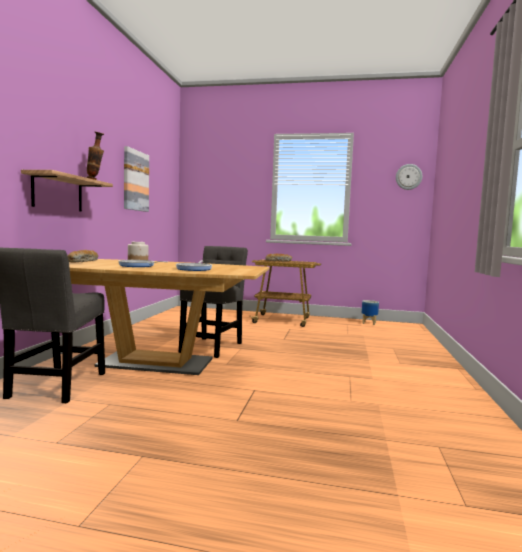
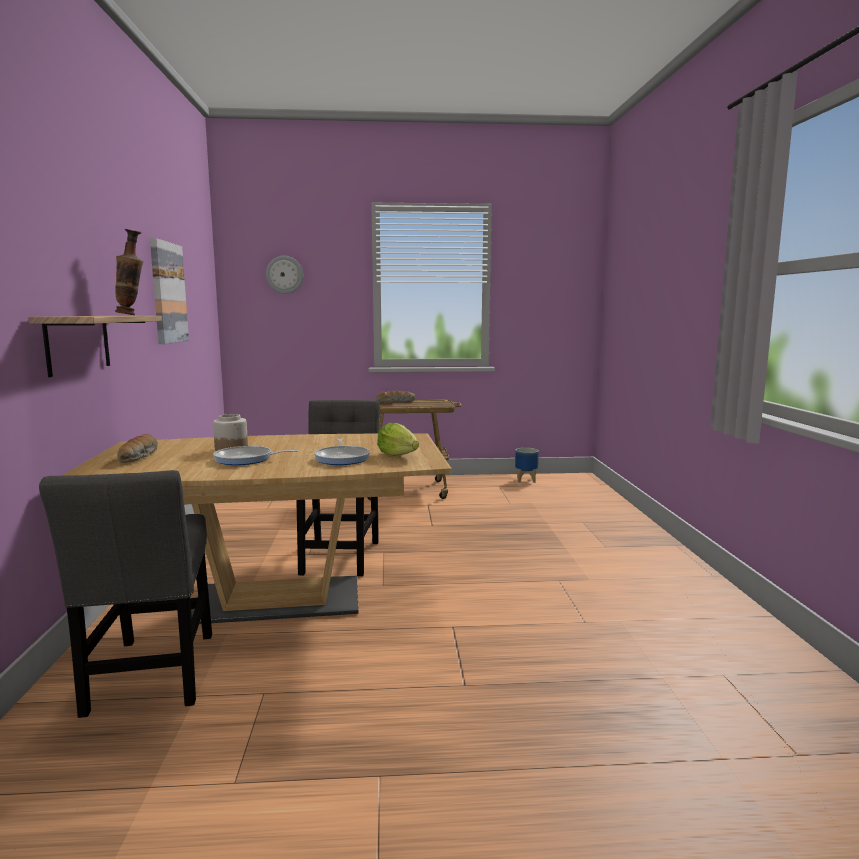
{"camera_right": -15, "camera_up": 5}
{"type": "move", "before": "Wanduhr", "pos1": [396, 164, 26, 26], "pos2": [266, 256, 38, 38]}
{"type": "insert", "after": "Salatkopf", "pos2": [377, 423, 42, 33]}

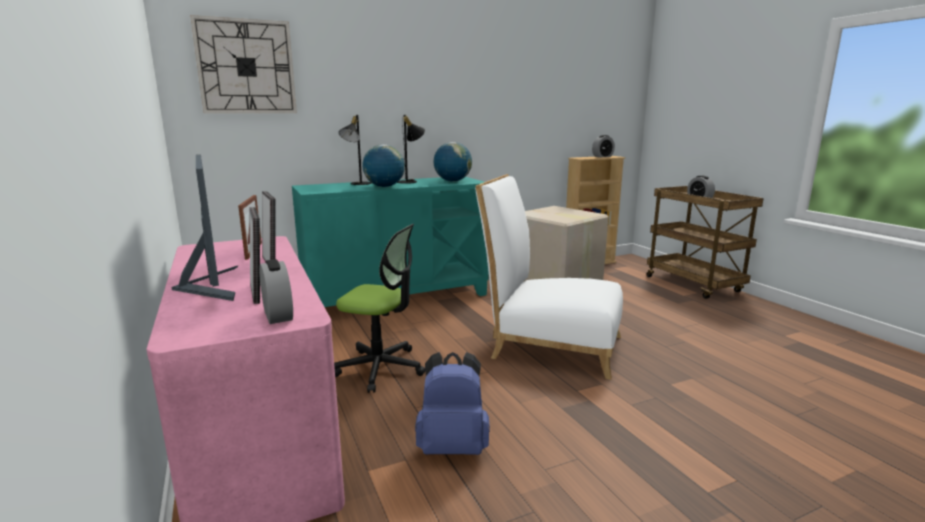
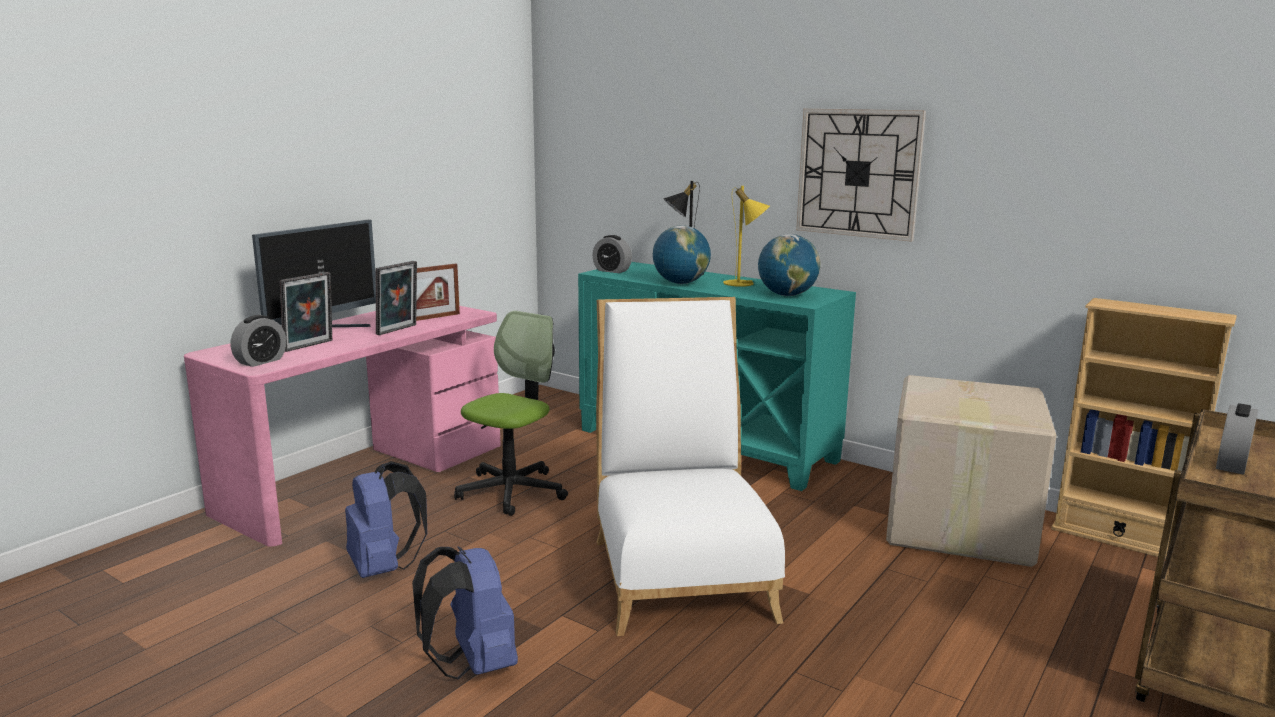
{"camera_right": 60, "camera_up": 0}
{"type": "move", "before": "Wanduhr", "pos1": [190, 15, 107, 98], "pos2": [796, 109, 130, 133]}
{"type": "recolor", "before": "Tischlampe (schwarz)", "after": "Tischlampe (gelb)", "pos1": [397, 115, 28, 69], "pos2": [723, 186, 47, 101]}
{"type": "move", "before": "Wecker", "pos1": [592, 135, 23, 22], "pos2": [593, 235, 39, 38]}
{"type": "rotate", "before": "Bürostuhl", "pos1": [334, 224, 91, 169], "pos2": [454, 310, 114, 206], "turn": -135}
{"type": "insert", "after": "Rucksack (blau)", "pos2": [412, 546, 106, 133]}

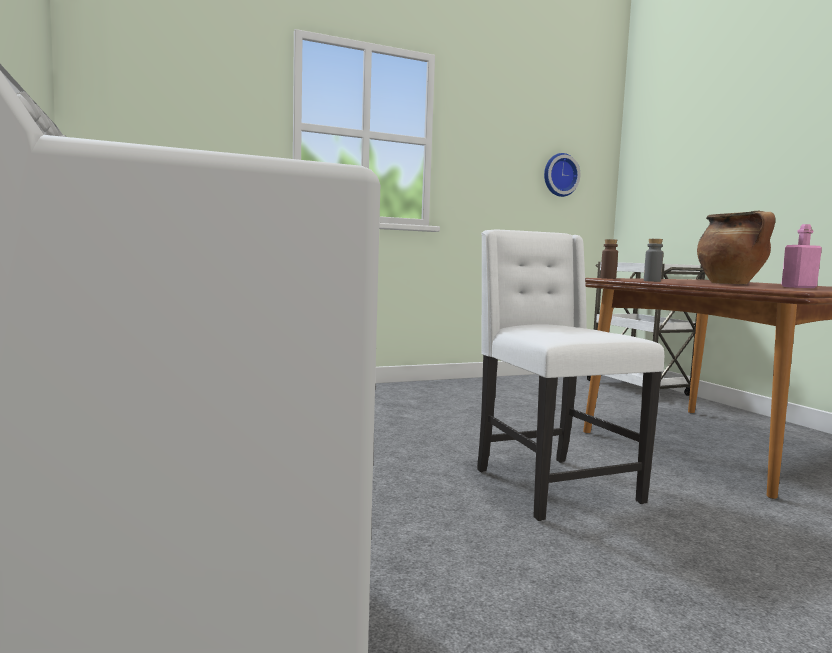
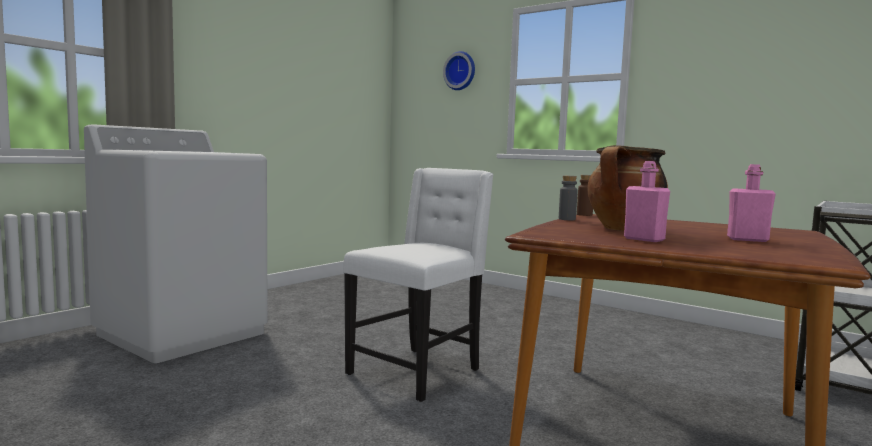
{"camera_right": 60, "camera_up": 0}
{"type": "move", "before": "Wanduhr", "pos1": [544, 153, 36, 44], "pos2": [443, 51, 32, 39]}
{"type": "insert", "after": "Flasche (rosa)", "pos2": [727, 164, 49, 78]}

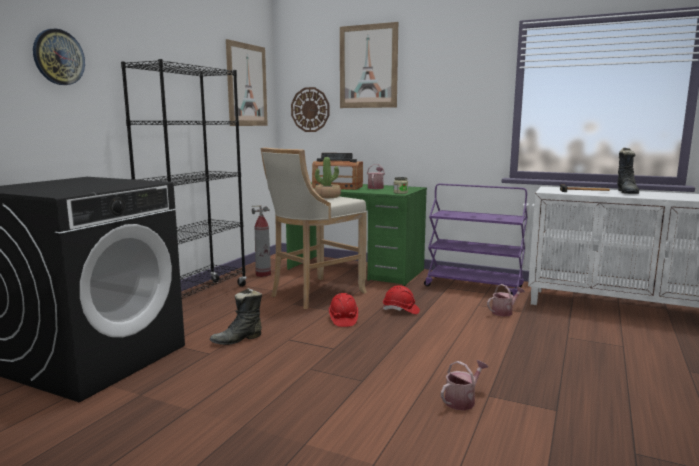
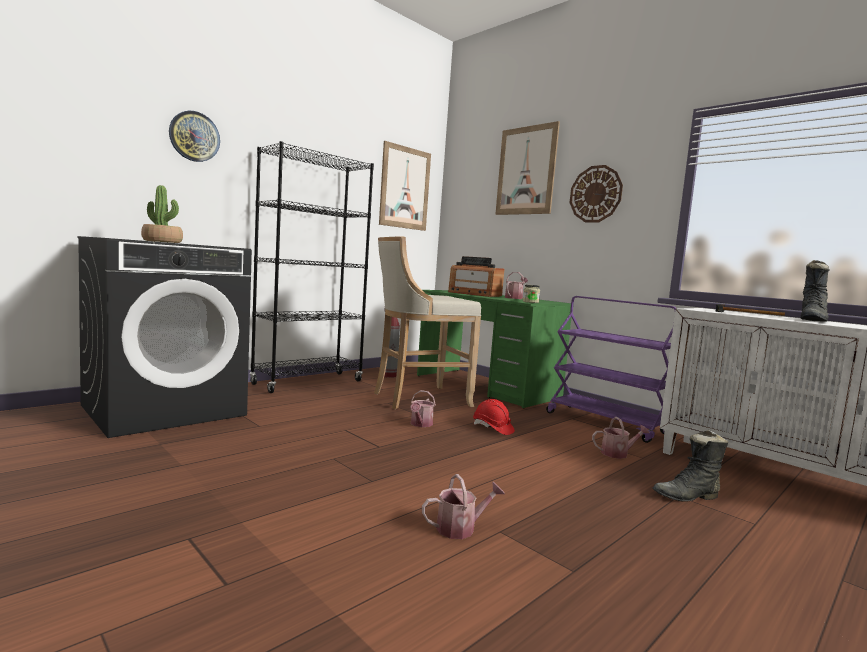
{"camera_right": 20, "camera_up": -5}
{"type": "move", "before": "Wanduhr", "pos1": [291, 87, 38, 45], "pos2": [570, 165, 53, 57]}
{"type": "move", "before": "Topfpflanze", "pos1": [315, 157, 26, 41], "pos2": [141, 185, 42, 58]}
{"type": "move", "before": "Stiefel (schwarz)", "pos1": [210, 288, 52, 57], "pos2": [652, 430, 76, 72]}
{"type": "replace", "before": "Schutzhelm (rot)", "after": "Gießkanne", "pos1": [328, 293, 30, 34], "pos2": [410, 390, 26, 37]}

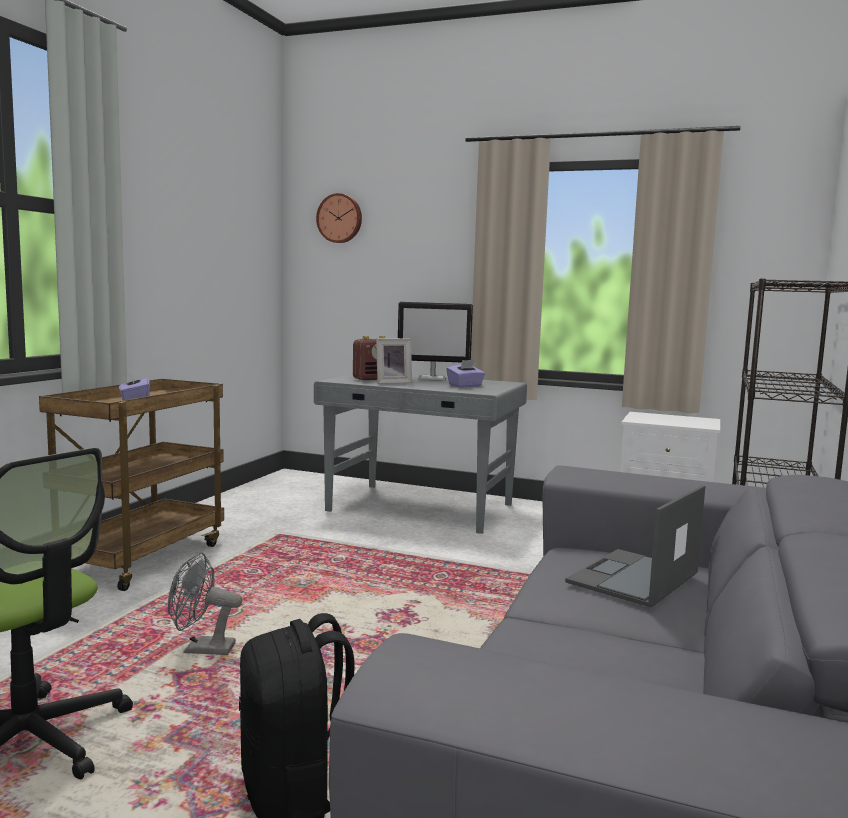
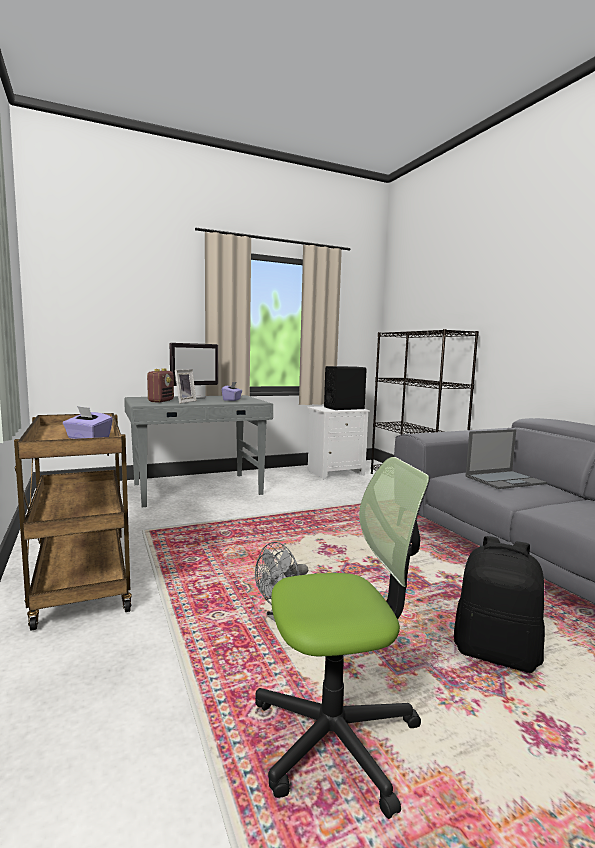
{"camera_right": -45, "camera_up": 0}
{"type": "delete", "before": "Wanduhr", "pos1": [316, 193, 46, 50]}
{"type": "rotate", "before": "Laptop", "pos1": [565, 485, 140, 123], "pos2": [465, 429, 82, 60], "turn": -105}
{"type": "insert", "after": "Lautsprecher (schwarz)", "pos2": [324, 366, 43, 44]}

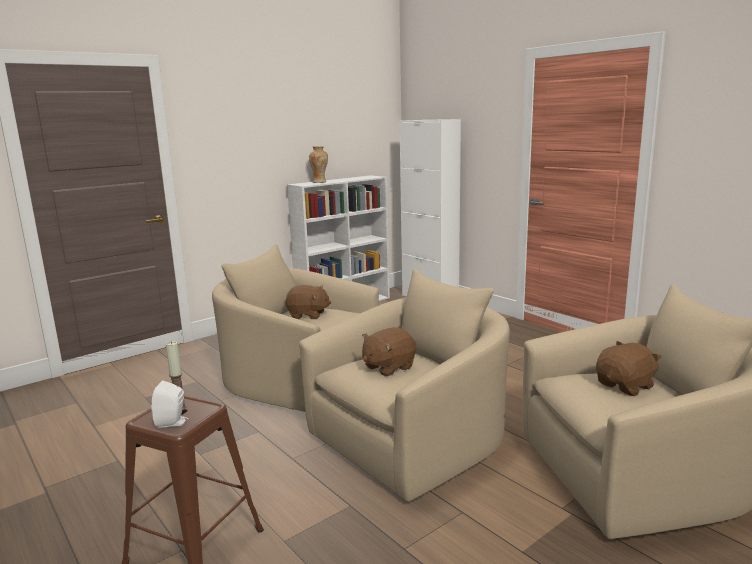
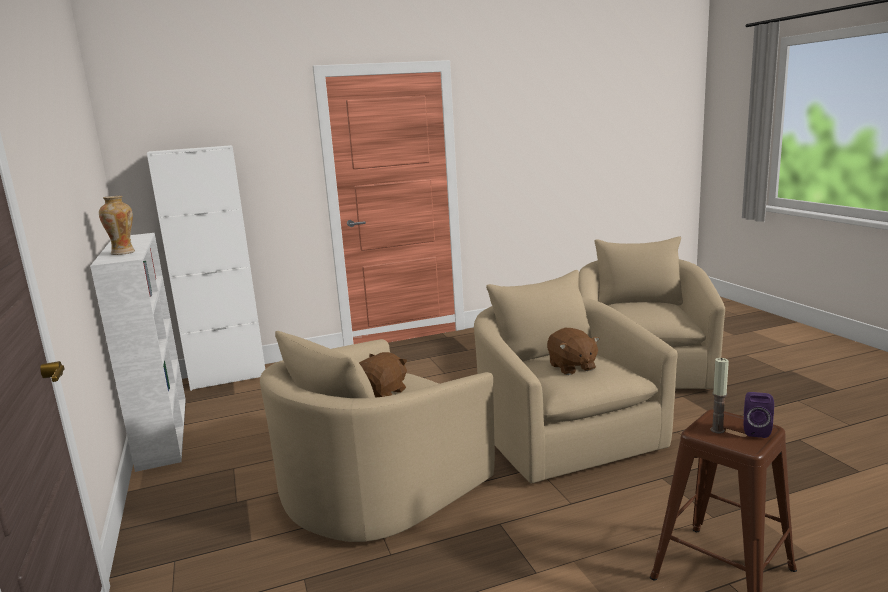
{"camera_right": -70, "camera_up": 0}
{"type": "delete", "before": "Plüschtier (braun)", "pos1": [596, 341, 66, 55]}
{"type": "recolor", "before": "Lautsprecher (weiß)", "after": "Lautsprecher (lila)", "pos1": [151, 380, 37, 48], "pos2": [744, 392, 30, 46]}

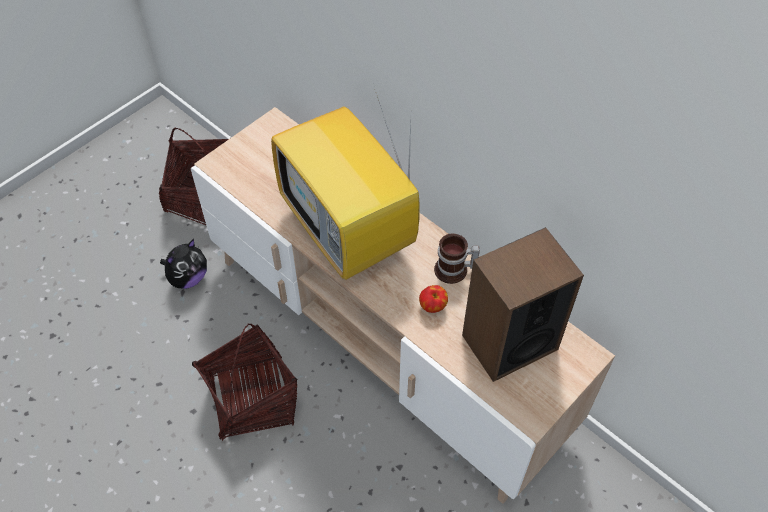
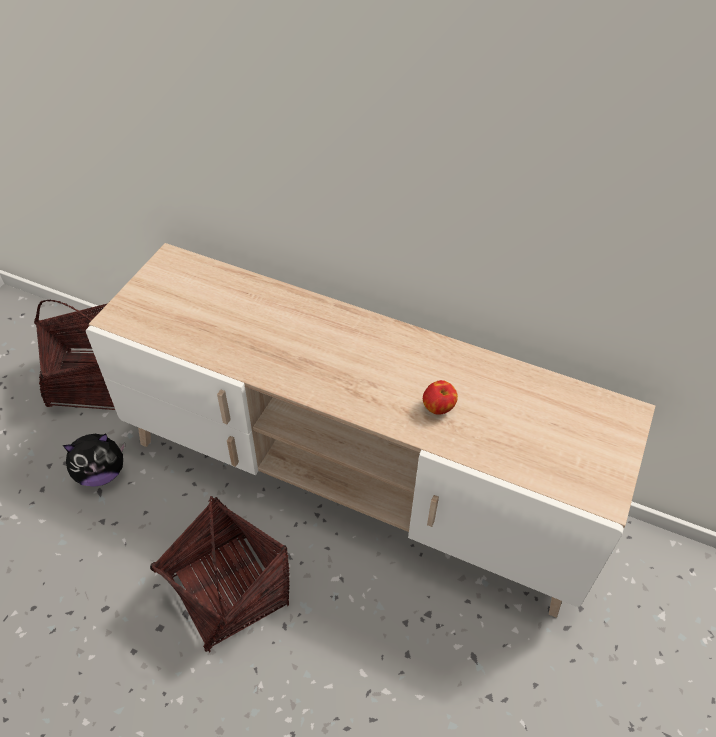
{"camera_right": -20, "camera_up": -5}
{"type": "delete", "before": "Fernseher", "pos1": [271, 93, 149, 187]}
{"type": "delete", "before": "Lautsprecher", "pos1": [462, 227, 122, 155]}
{"type": "delete", "before": "Henkelbecher", "pos1": [434, 233, 46, 51]}
{"type": "rotate", "before": "Plüschtier", "pos1": [160, 239, 47, 50], "pos2": [63, 434, 62, 53], "turn": 45}

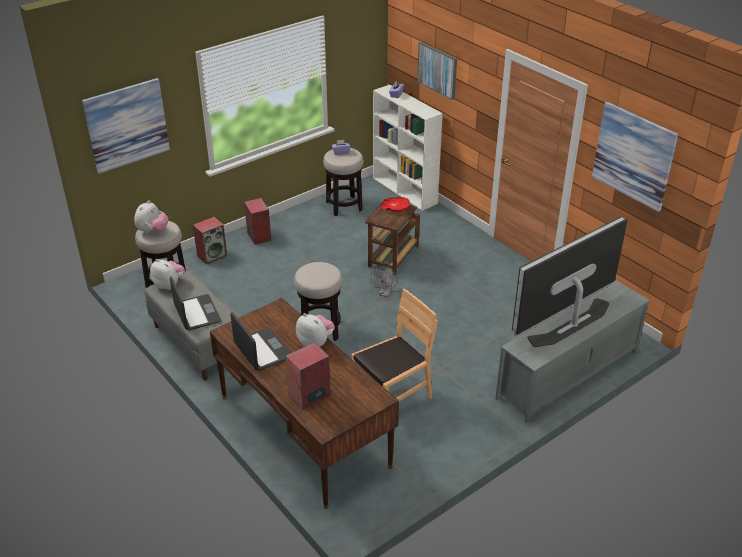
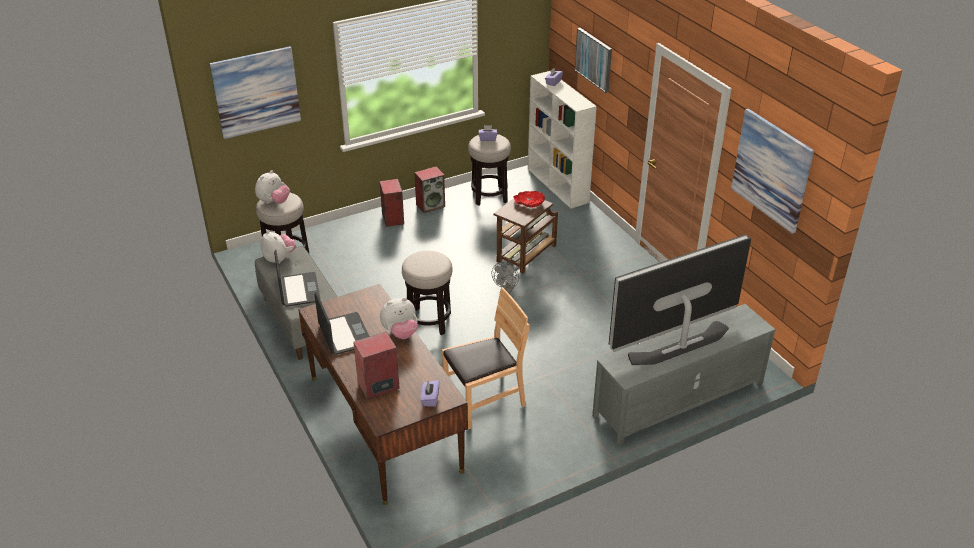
{"camera_right": 10, "camera_up": 0}
{"type": "move", "before": "Lautsprecher", "pos1": [193, 217, 34, 48], "pos2": [414, 167, 31, 46]}
{"type": "rotate", "before": "Plüschtier", "pos1": [296, 313, 39, 34], "pos2": [380, 298, 38, 41], "turn": 105}
{"type": "insert", "after": "Taschentuchbox (lila)", "pos2": [420, 380, 19, 27]}

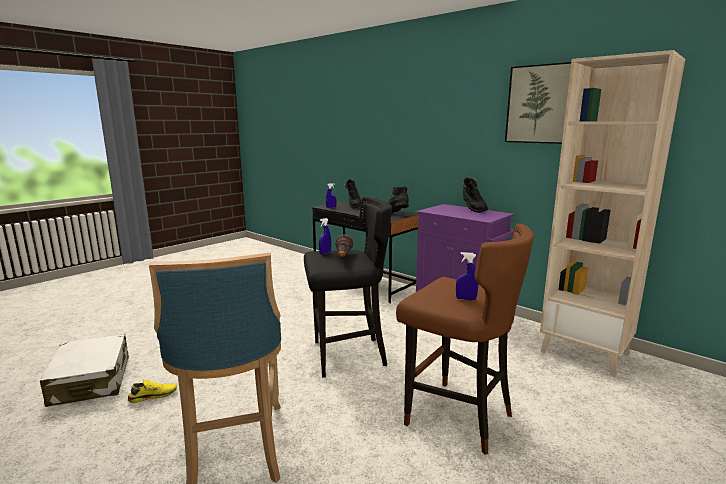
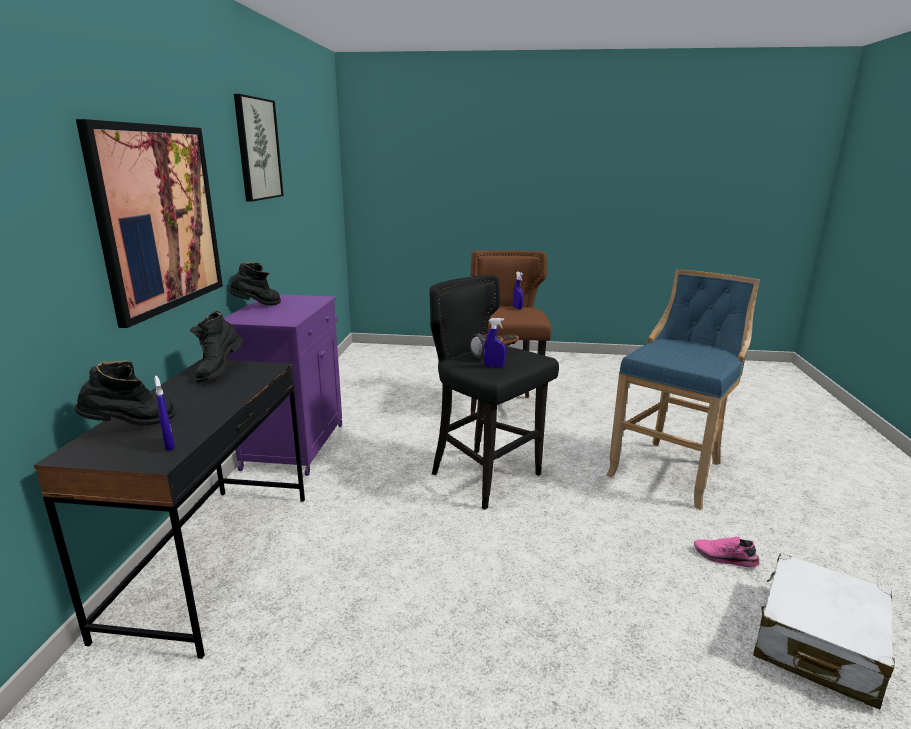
{"camera_right": -125, "camera_up": 5}
{"type": "delete", "before": "Bücherregal (beige)", "pos1": [540, 50, 145, 327]}
{"type": "recolor", "before": "Schuh (gelb)", "after": "Schuh (rosa)", "pos1": [127, 380, 50, 23], "pos2": [694, 537, 66, 31]}
{"type": "insert", "after": "Bild", "pos2": [76, 119, 147, 209]}

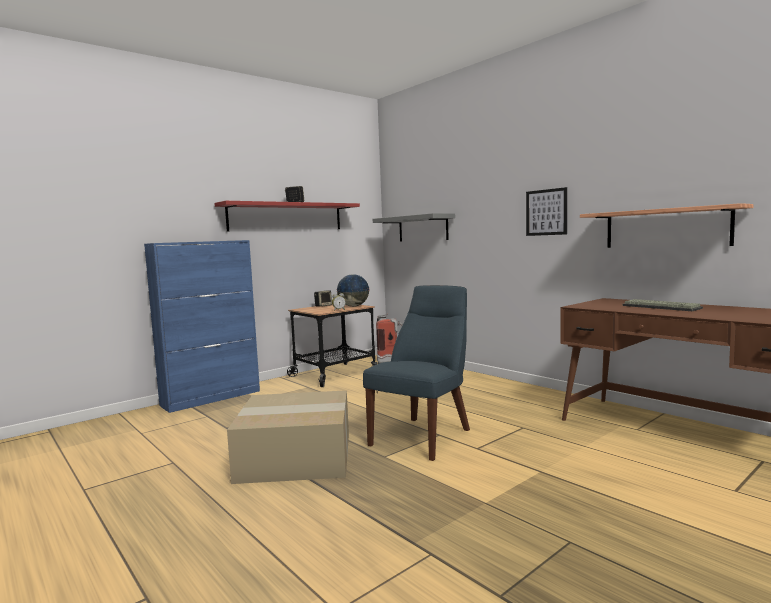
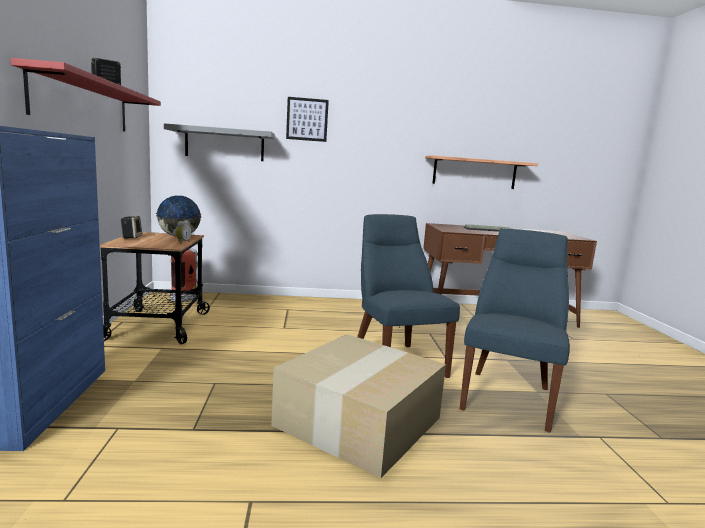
{"camera_right": -55, "camera_up": 5}
{"type": "move", "before": "Bild", "pos1": [526, 187, 41, 49], "pos2": [286, 97, 43, 45]}
{"type": "insert", "after": "Stuhl (blau)", "pos2": [460, 229, 110, 203]}

